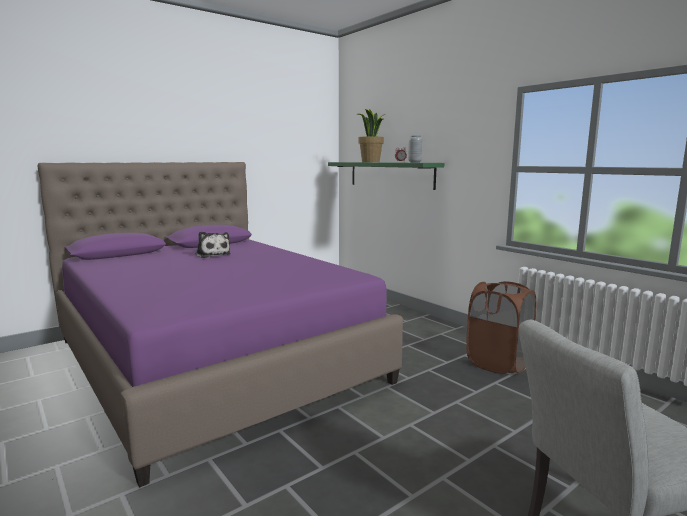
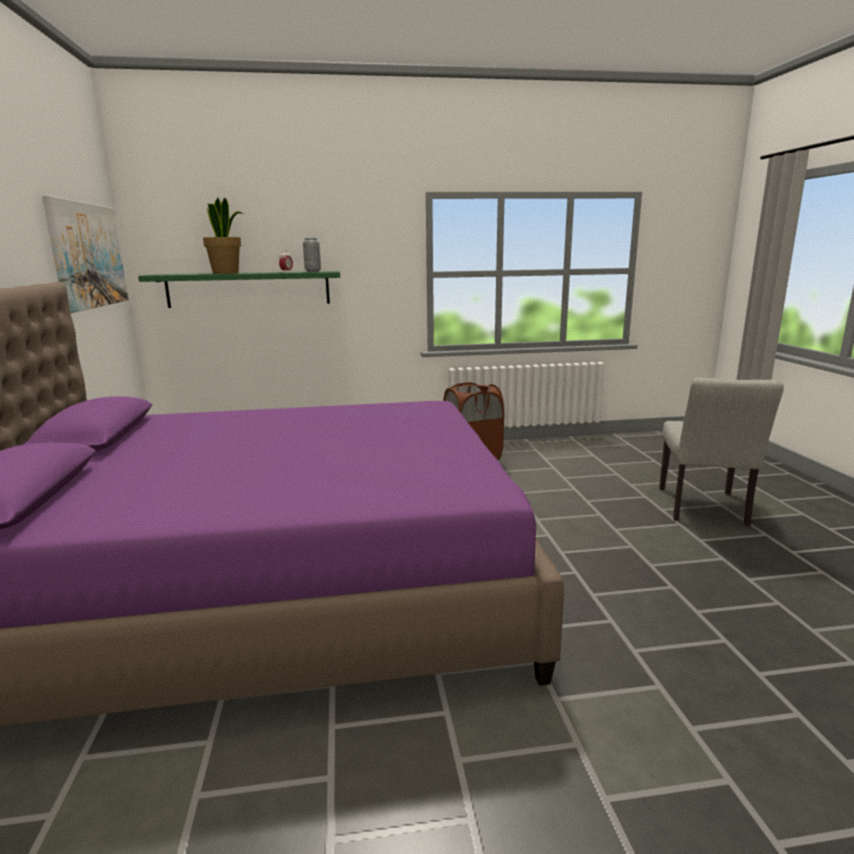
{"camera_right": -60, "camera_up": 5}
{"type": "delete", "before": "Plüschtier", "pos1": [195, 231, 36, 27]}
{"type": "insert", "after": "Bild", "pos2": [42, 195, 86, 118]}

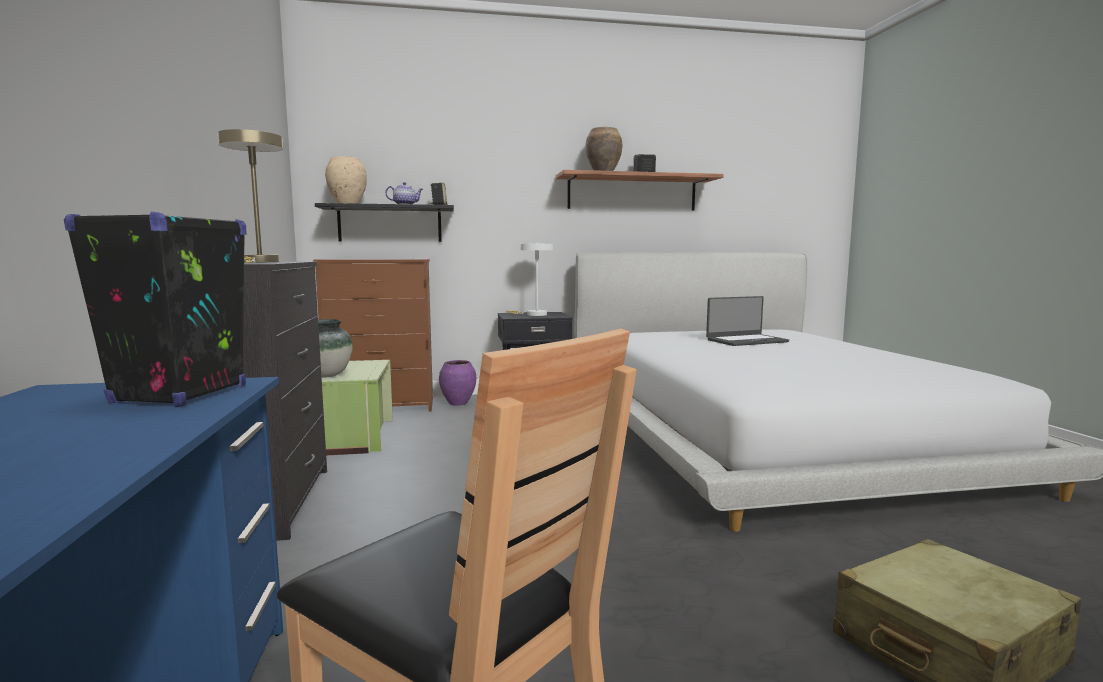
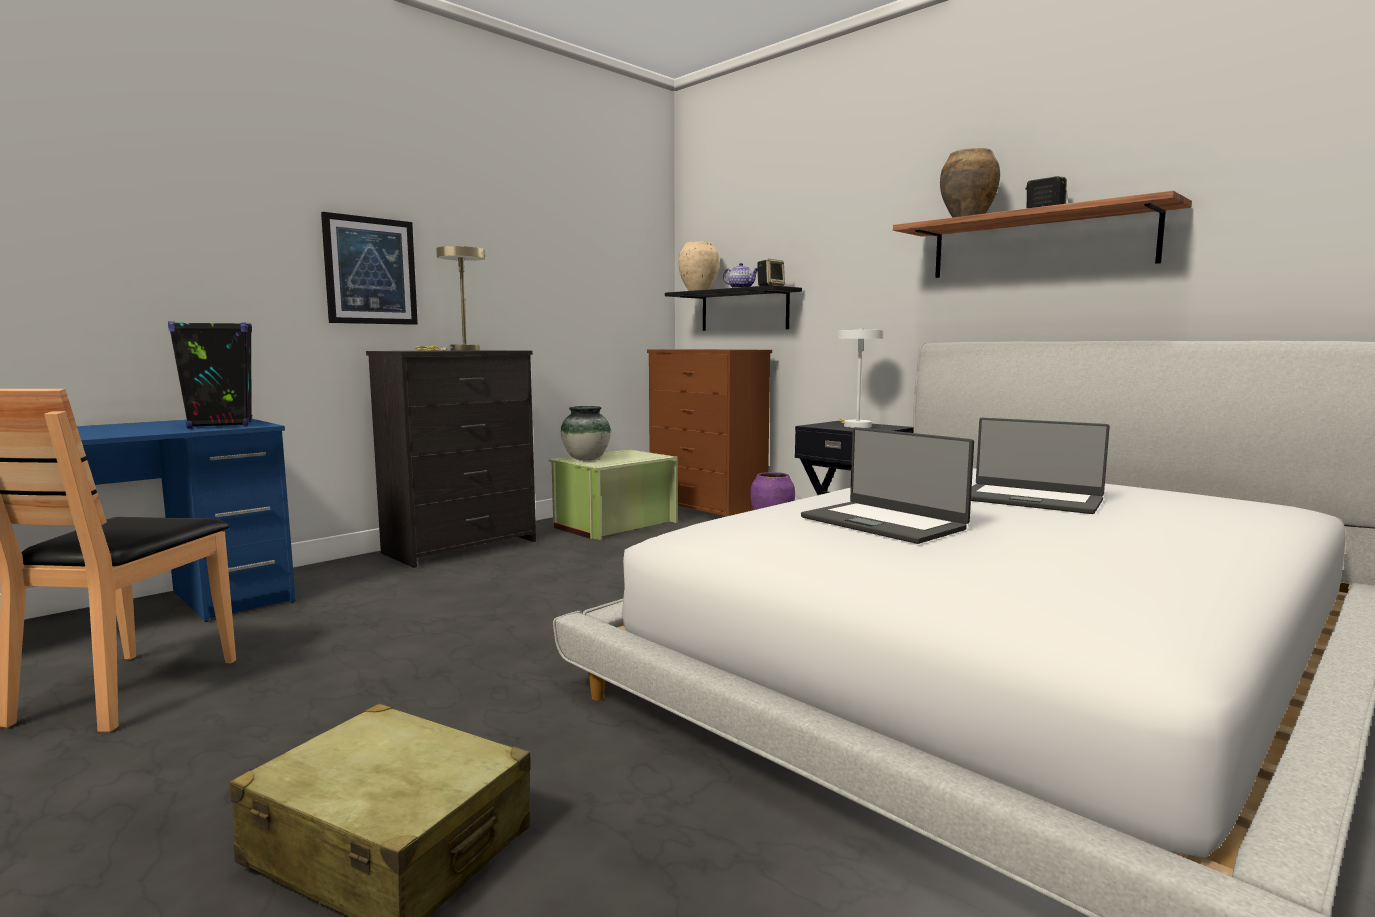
{"camera_right": 55, "camera_up": 0}
{"type": "insert", "after": "Bild", "pos2": [321, 212, 97, 113]}
{"type": "insert", "after": "Laptop", "pos2": [801, 427, 173, 117]}

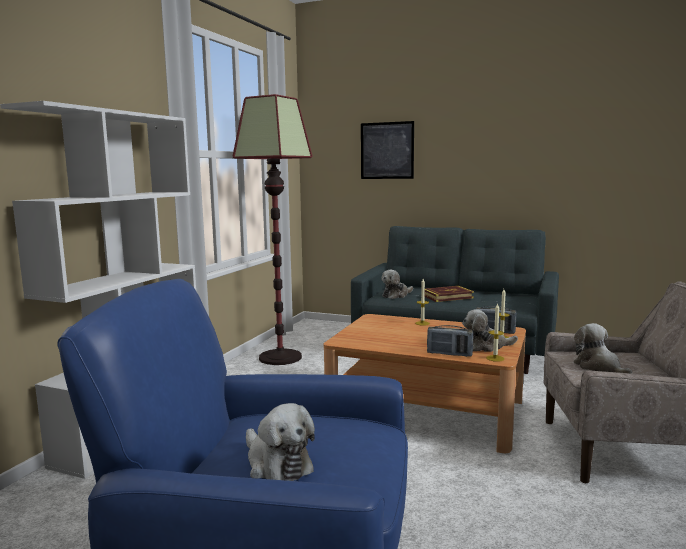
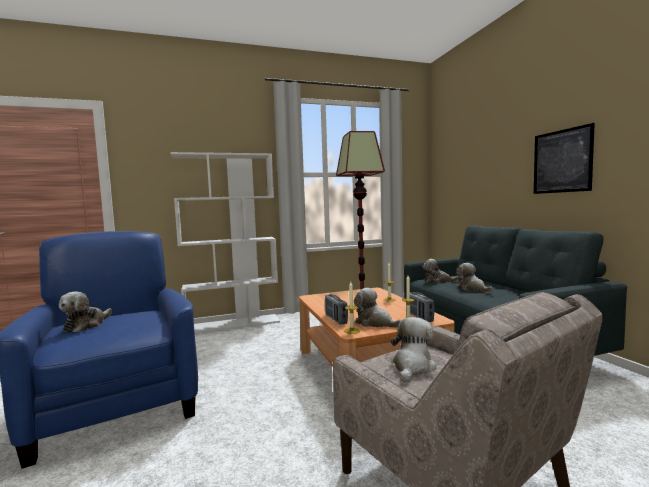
{"camera_right": 50, "camera_up": -5}
{"type": "move", "before": "Bild", "pos1": [361, 121, 53, 58], "pos2": [534, 123, 61, 71]}
{"type": "replace", "before": "Buch", "after": "Plüschtier", "pos1": [424, 286, 50, 16], "pos2": [456, 263, 37, 29]}

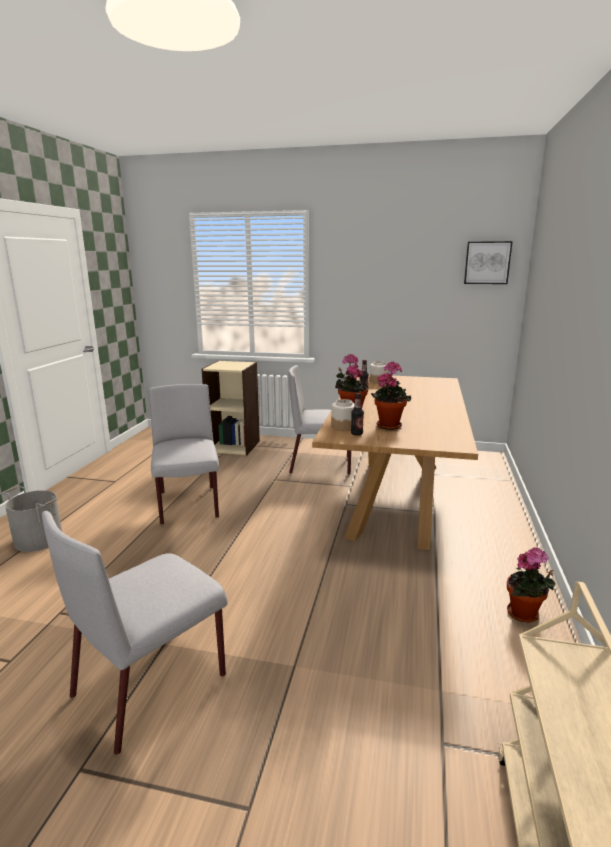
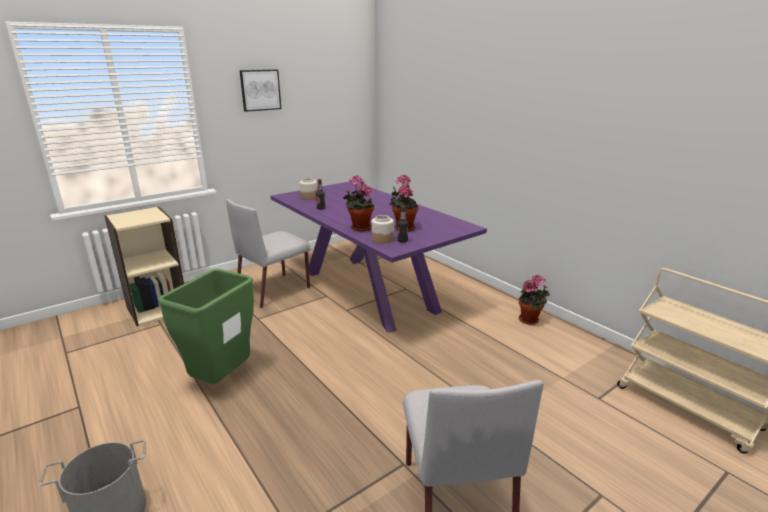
{"camera_right": -50, "camera_up": 5}
{"type": "move", "before": "Bild", "pos1": [464, 241, 49, 43], "pos2": [239, 70, 42, 42]}
{"type": "recolor", "before": "Esstisch (braun)", "after": "Esstisch (lila)", "pos1": [312, 375, 166, 175], "pos2": [271, 182, 216, 151]}
{"type": "replace", "before": "Stuhl (grau)", "after": "Mülleimer (grün)", "pos1": [149, 384, 70, 141], "pos2": [158, 269, 96, 115]}

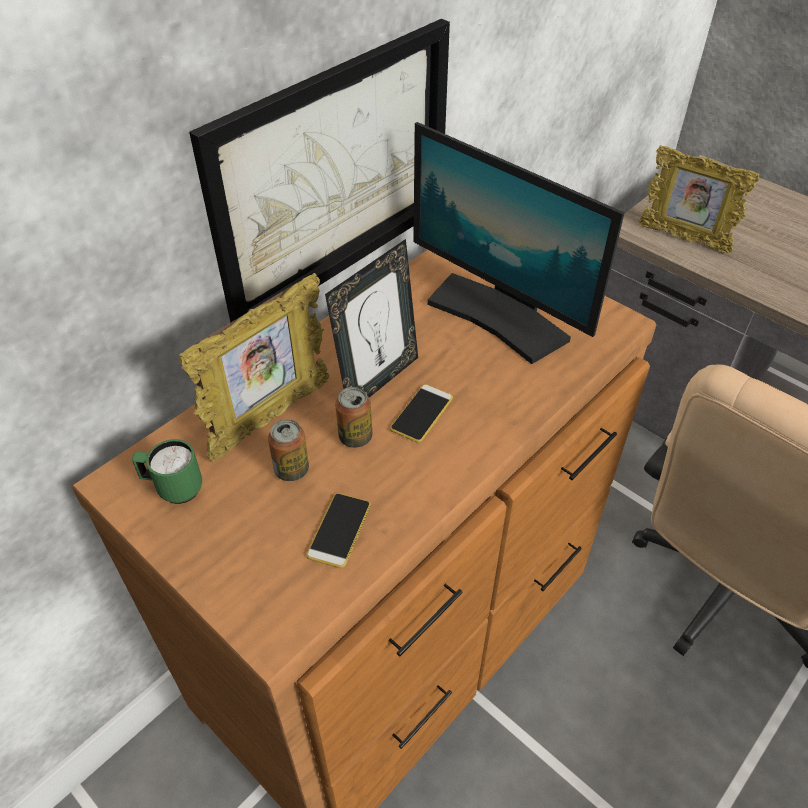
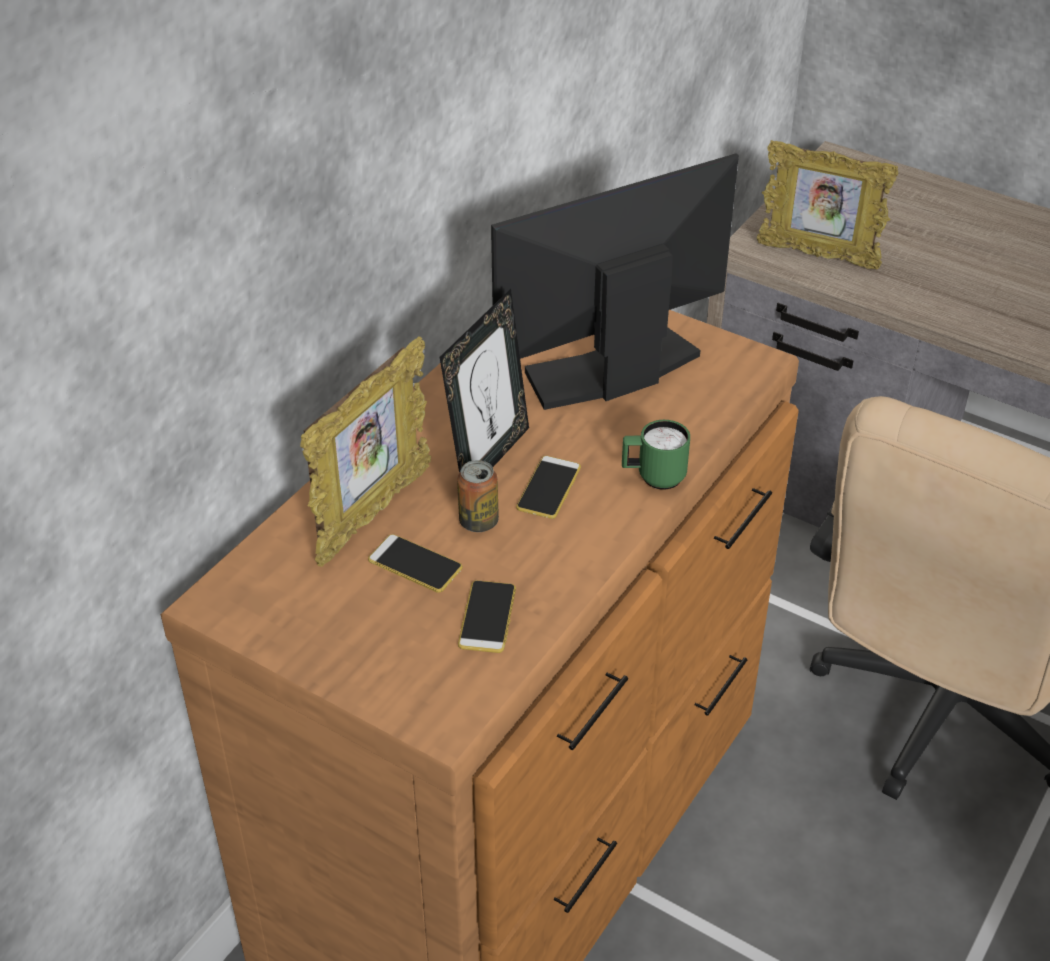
{"camera_right": -10, "camera_up": -5}
{"type": "delete", "before": "Bild", "pos1": [189, 19, 261, 304]}
{"type": "rotate", "before": "Monitor", "pos1": [413, 122, 212, 242], "pos2": [491, 153, 248, 257], "turn": 120}
{"type": "replace", "before": "Dose", "after": "Handy", "pos1": [268, 419, 41, 62], "pos2": [368, 534, 95, 59]}
{"type": "move", "before": "Henkelbecher (grün)", "pos1": [132, 439, 70, 65], "pos2": [622, 420, 68, 70]}

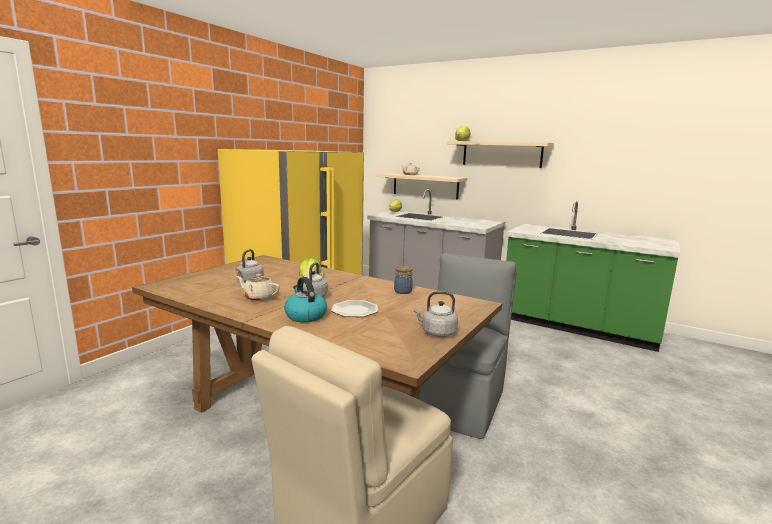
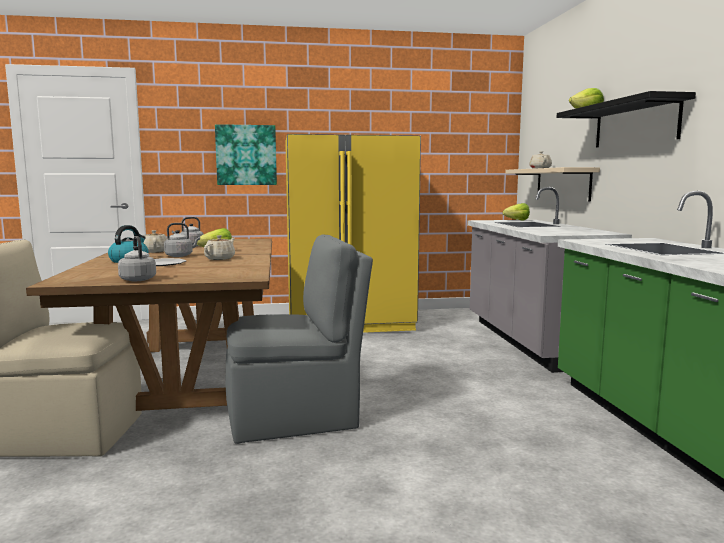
{"camera_right": 50, "camera_up": -5}
{"type": "recolor", "before": "Wandregal (beige)", "after": "Wandregal (schwarz)", "pos1": [447, 141, 107, 27], "pos2": [557, 91, 139, 56]}
{"type": "delete", "before": "Vorratsglas", "pos1": [394, 266, 19, 28]}
{"type": "insert", "after": "Bild", "pos2": [215, 124, 62, 61]}
{"type": "insert", "after": "Teekanne (beige)", "pos2": [204, 235, 31, 25]}

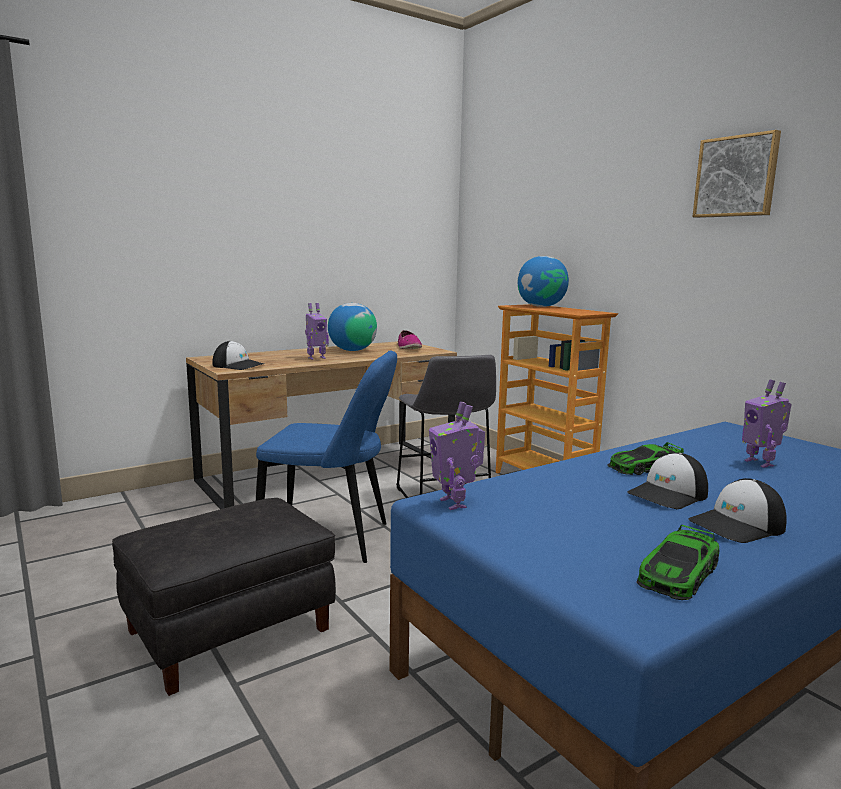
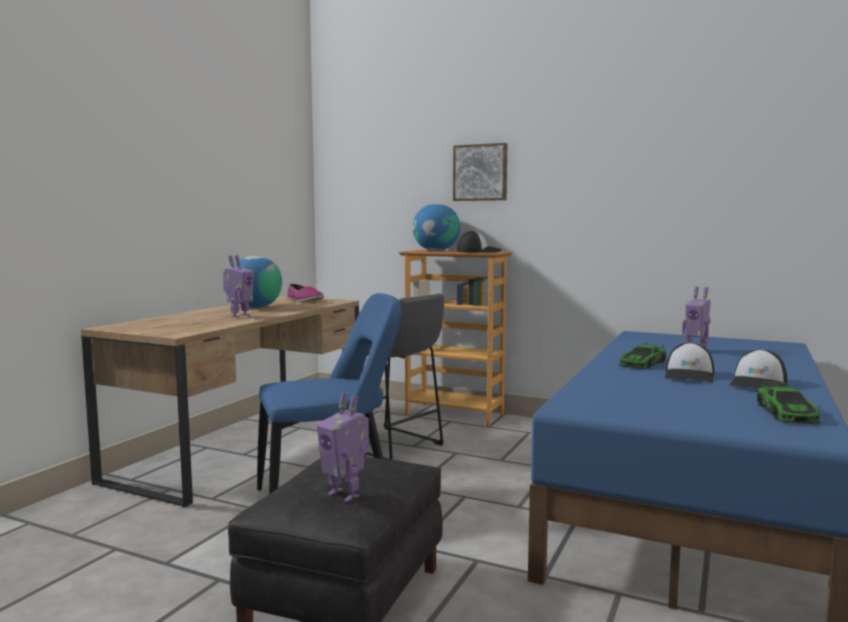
{"camera_right": -30, "camera_up": -5}
{"type": "move", "before": "Bild", "pos1": [692, 130, 89, 88], "pos2": [453, 143, 54, 58]}
{"type": "move", "before": "Kappe", "pos1": [213, 341, 51, 29], "pos2": [457, 230, 45, 23]}
{"type": "move", "before": "Spielzeugroboter", "pos1": [429, 401, 56, 109], "pos2": [317, 393, 52, 109]}

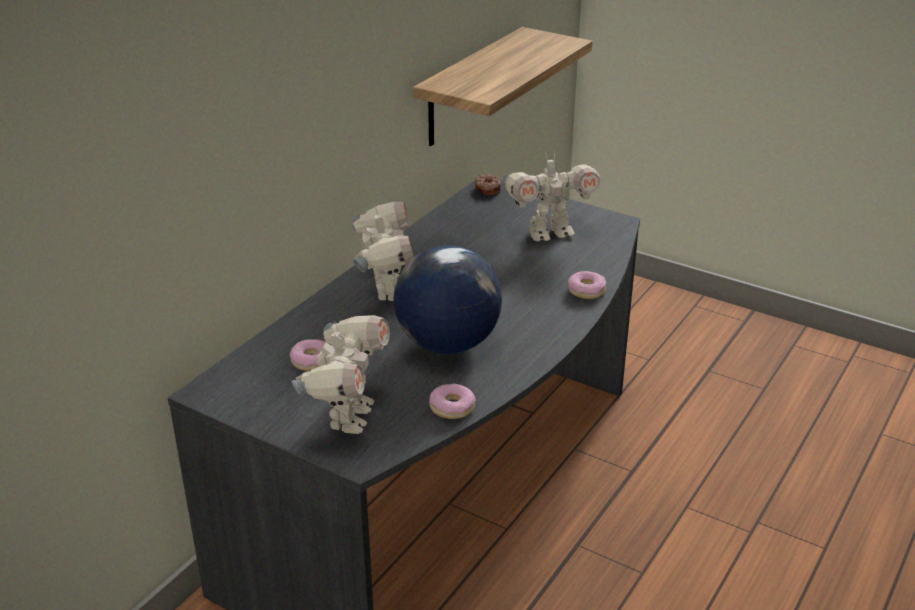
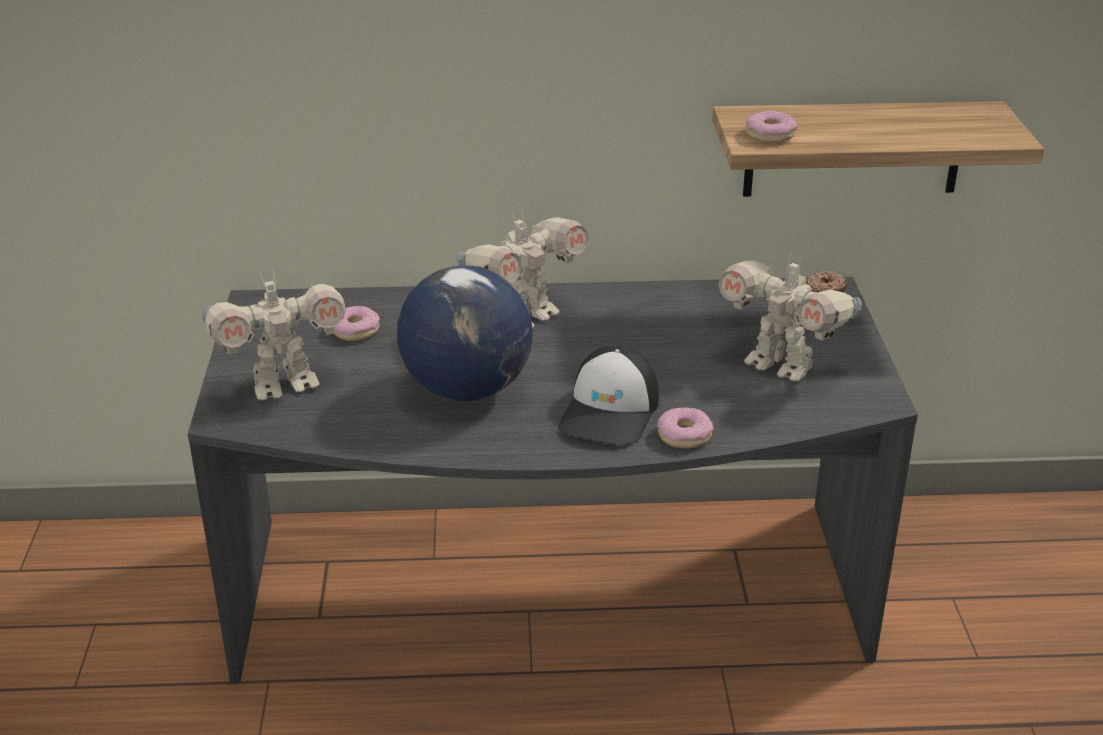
{"camera_right": 55, "camera_up": 0}
{"type": "move", "before": "Donut", "pos1": [429, 384, 47, 35], "pos2": [745, 110, 52, 33]}
{"type": "insert", "after": "Kappe", "pos2": [558, 346, 101, 99]}

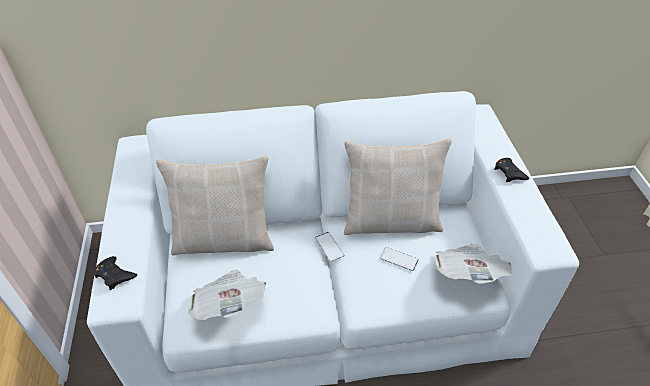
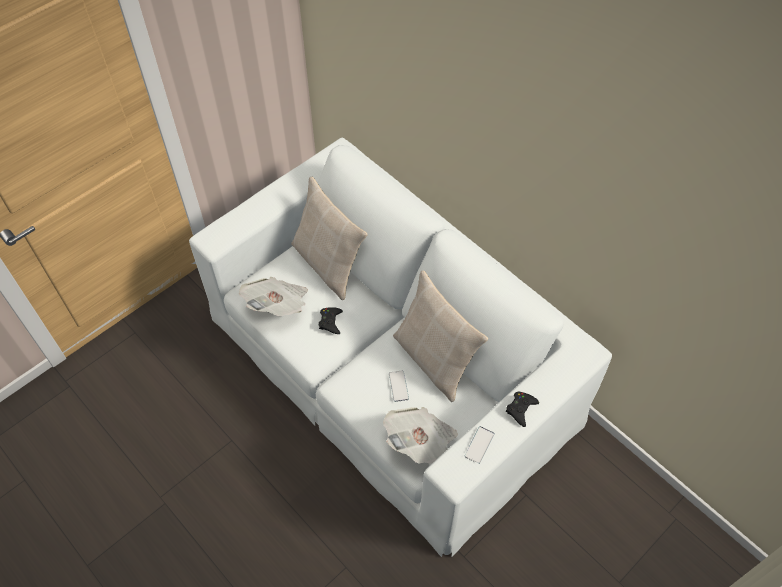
{"camera_right": 55, "camera_up": 10}
{"type": "move", "before": "Handy", "pos1": [315, 232, 29, 30], "pos2": [464, 426, 31, 38]}
{"type": "move", "before": "Gamepad (schwarz)", "pos1": [93, 256, 44, 34], "pos2": [319, 307, 24, 27]}

